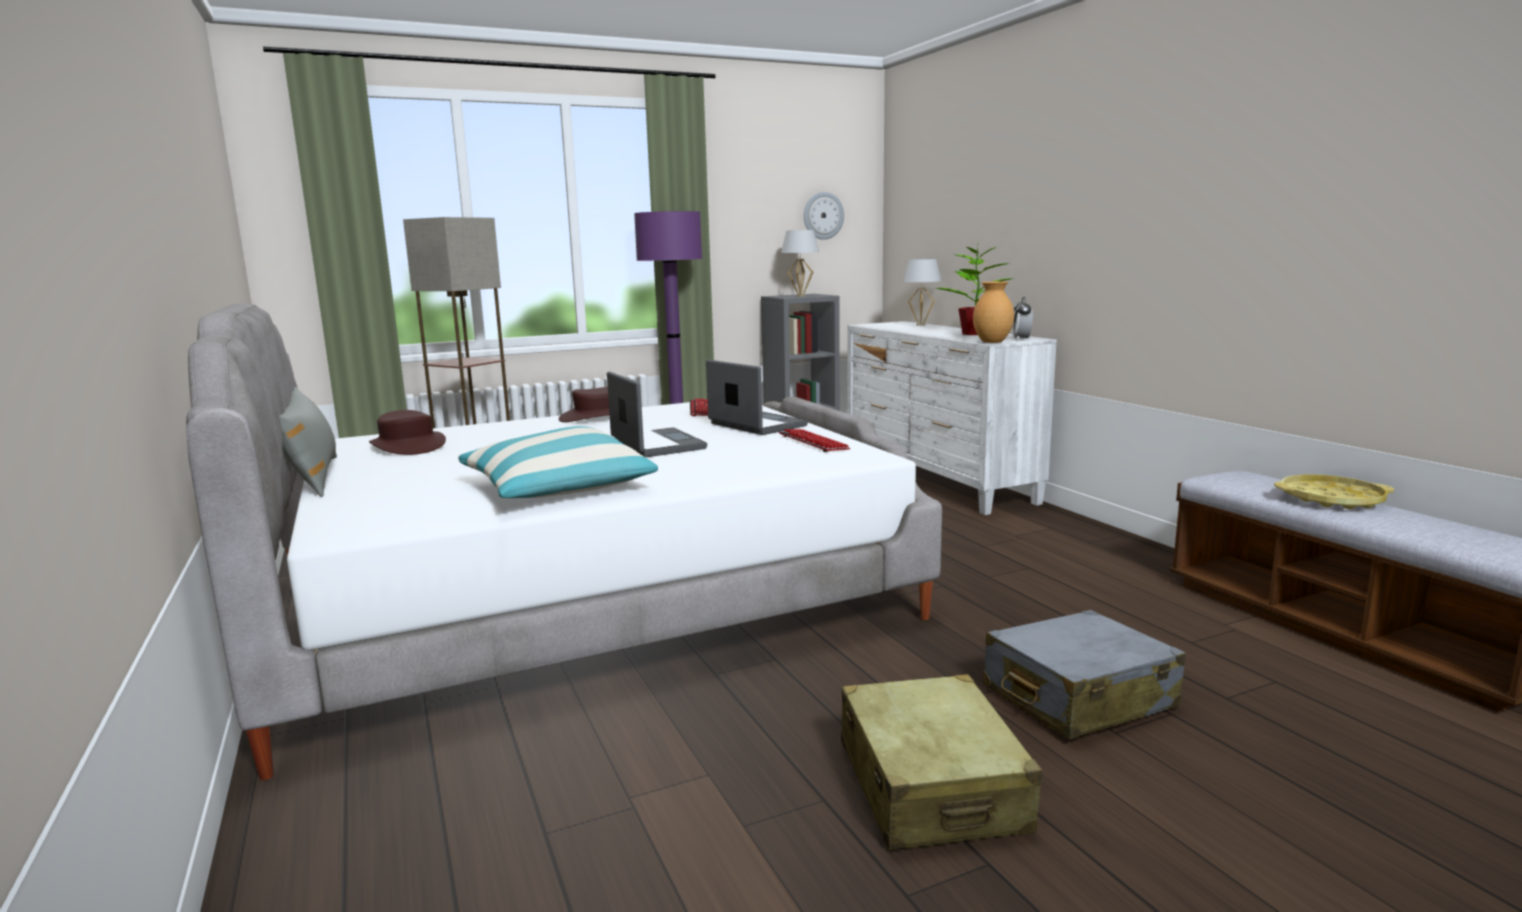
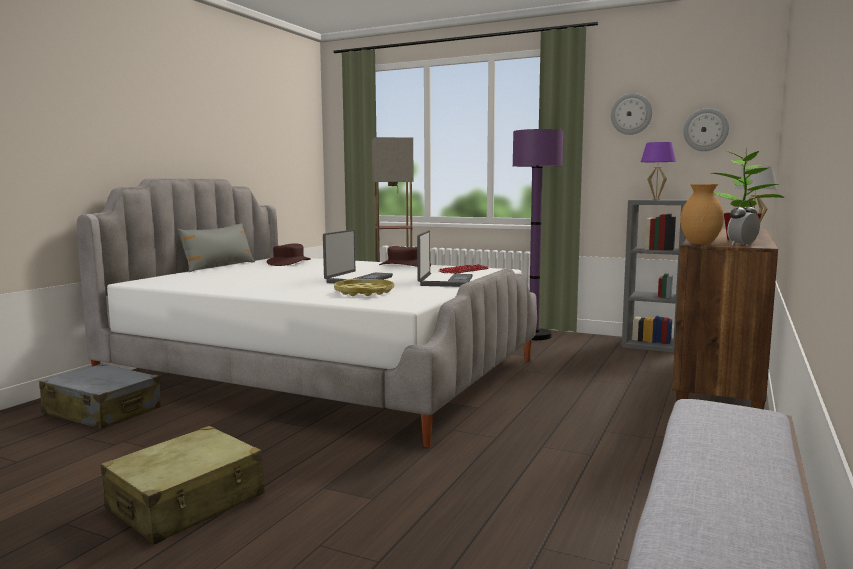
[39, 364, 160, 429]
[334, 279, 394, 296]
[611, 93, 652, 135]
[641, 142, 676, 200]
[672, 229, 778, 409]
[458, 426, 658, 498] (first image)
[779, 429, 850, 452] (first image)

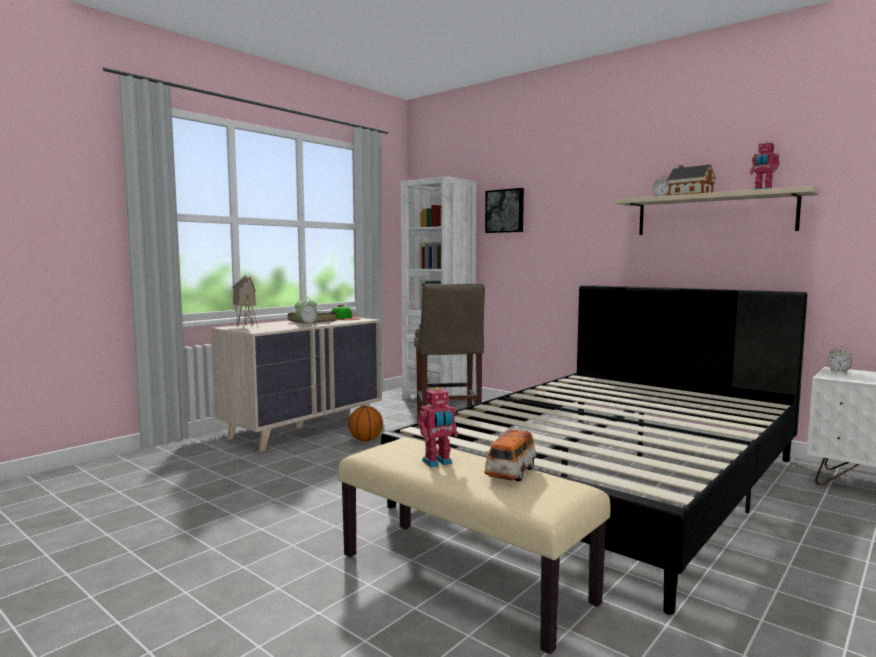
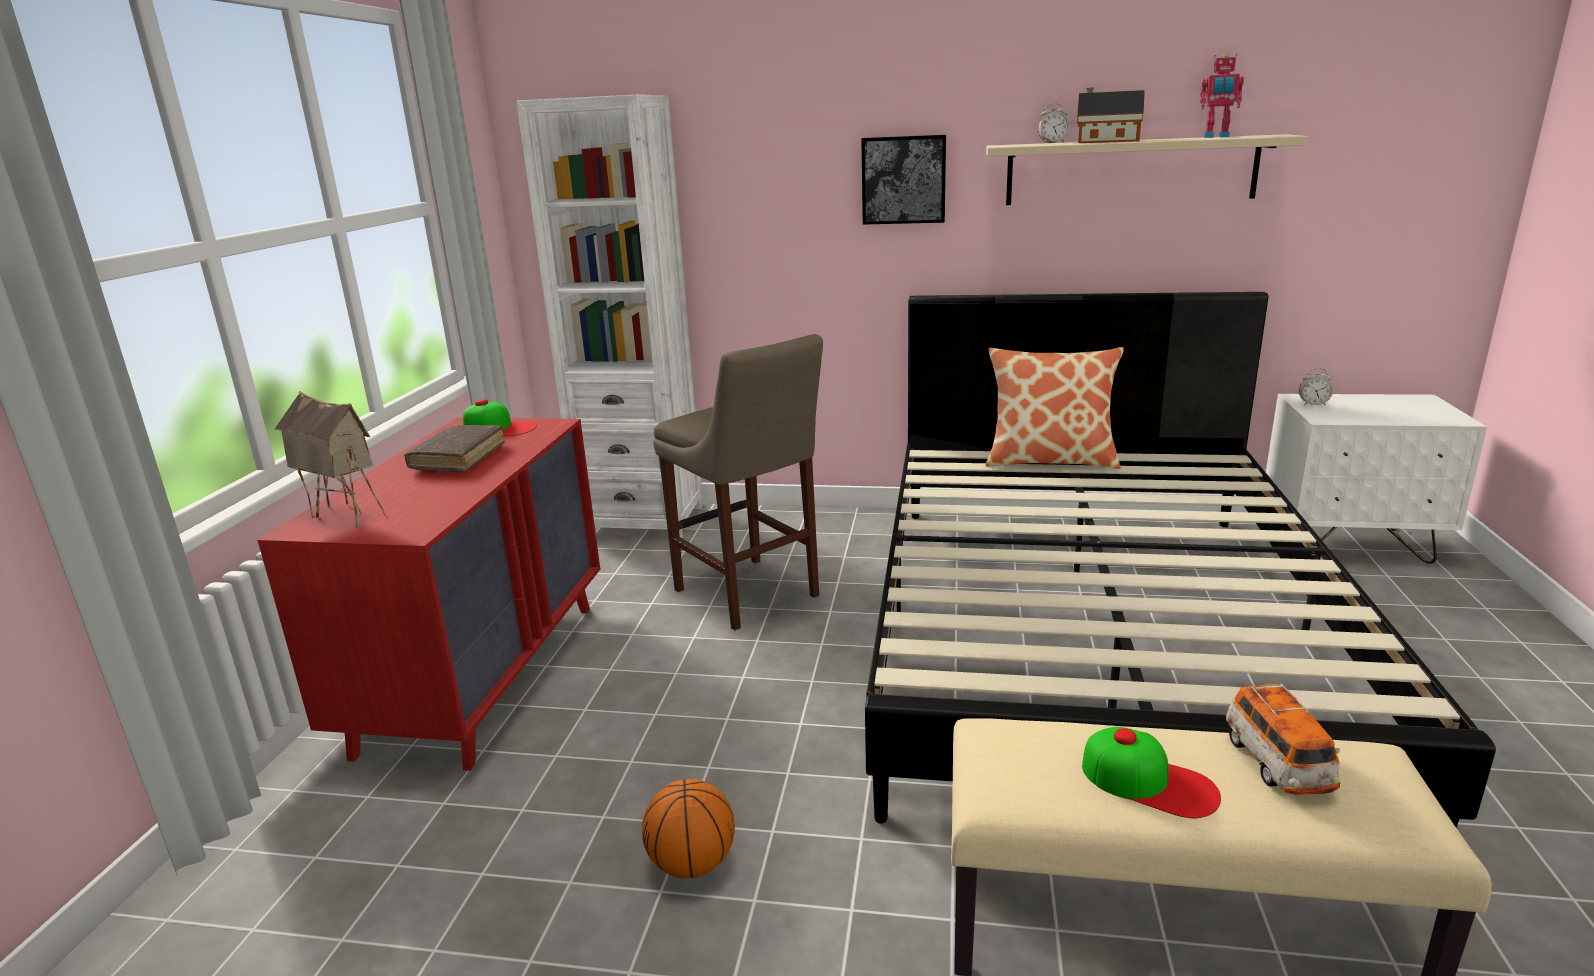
[257, 417, 600, 771]
[642, 779, 735, 879]
[861, 135, 946, 225]
[986, 347, 1124, 469]
[1082, 727, 1221, 818]
[295, 299, 318, 327] (first image)

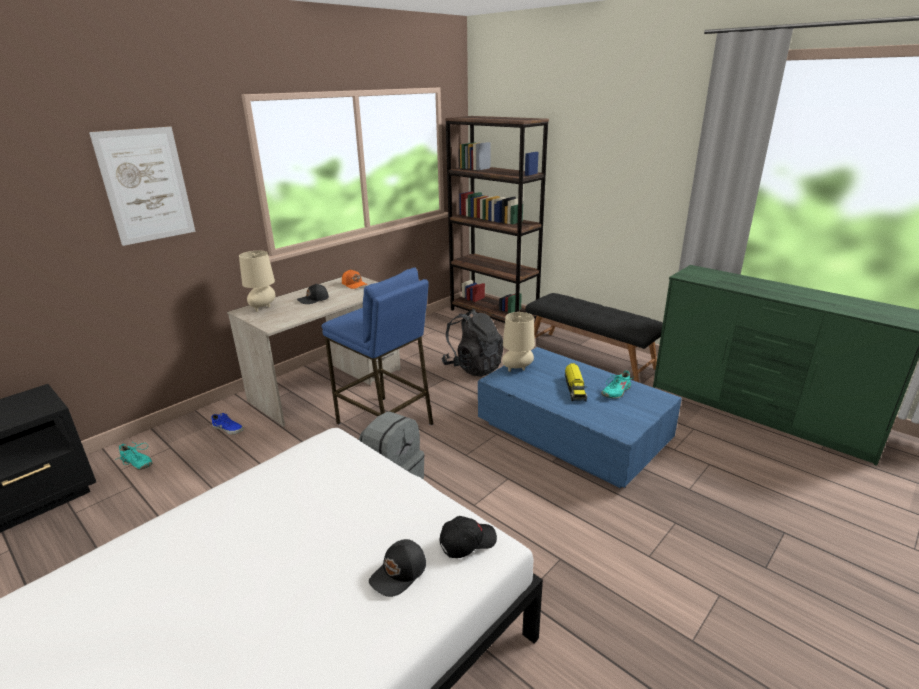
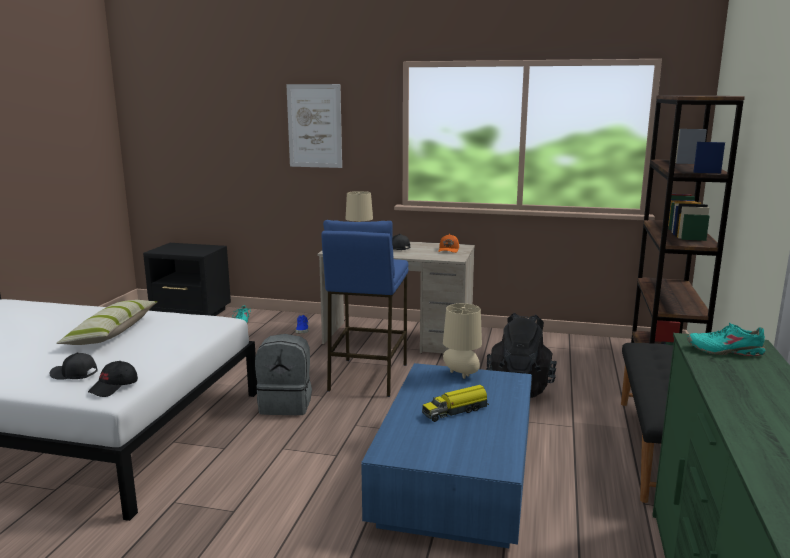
[56, 300, 158, 345]
[88, 361, 138, 397]
[687, 323, 766, 356]

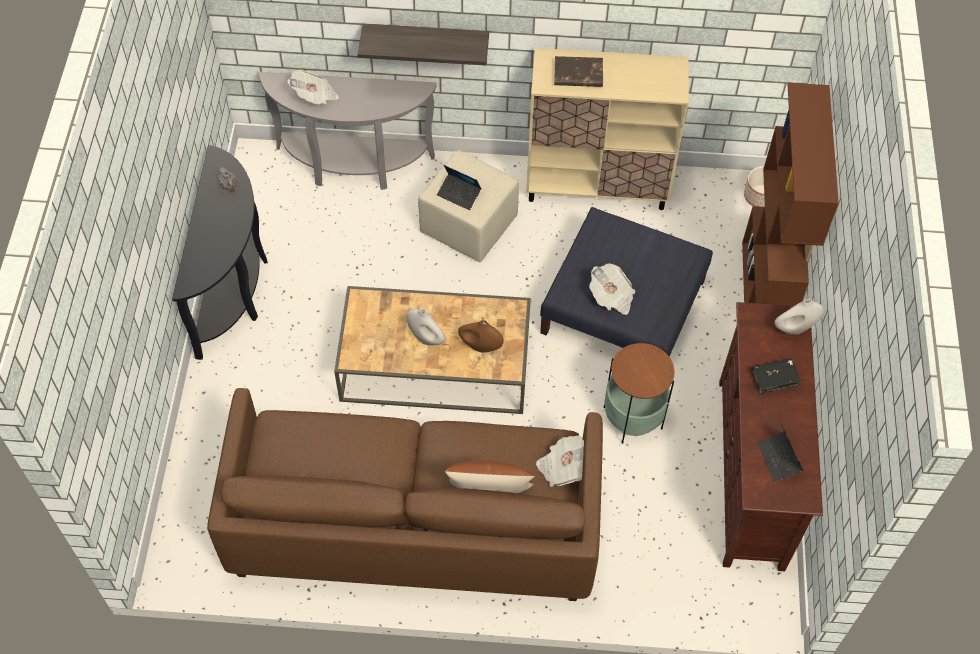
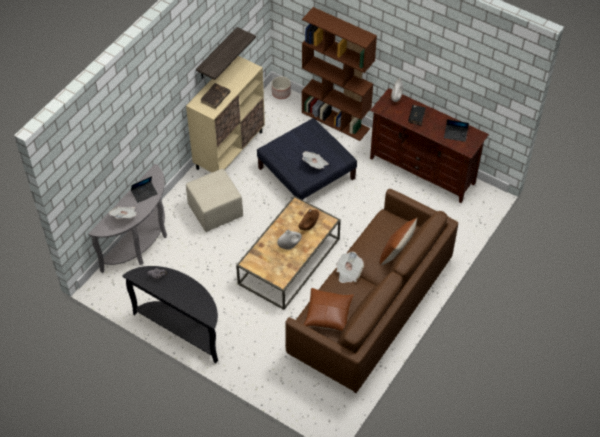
[131, 176, 158, 203]
[196, 27, 256, 80]
[303, 288, 354, 332]
[336, 252, 364, 283]
[604, 343, 675, 444] (first image)

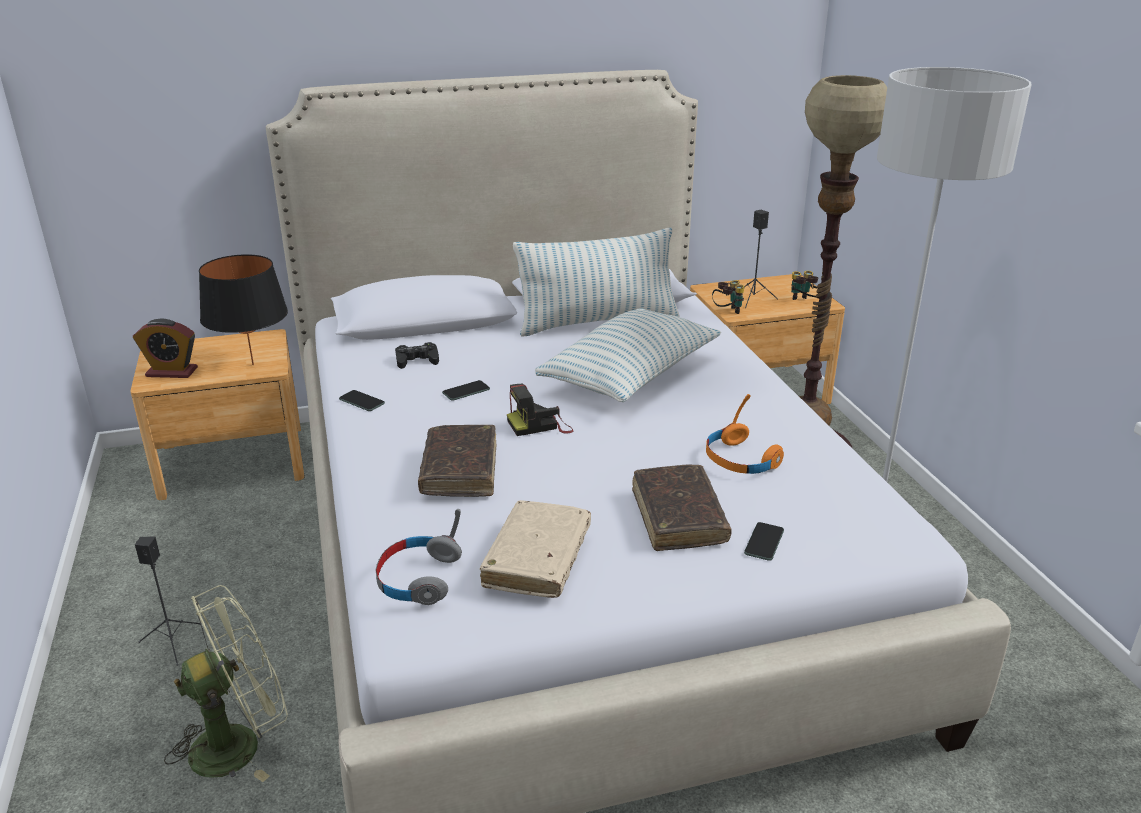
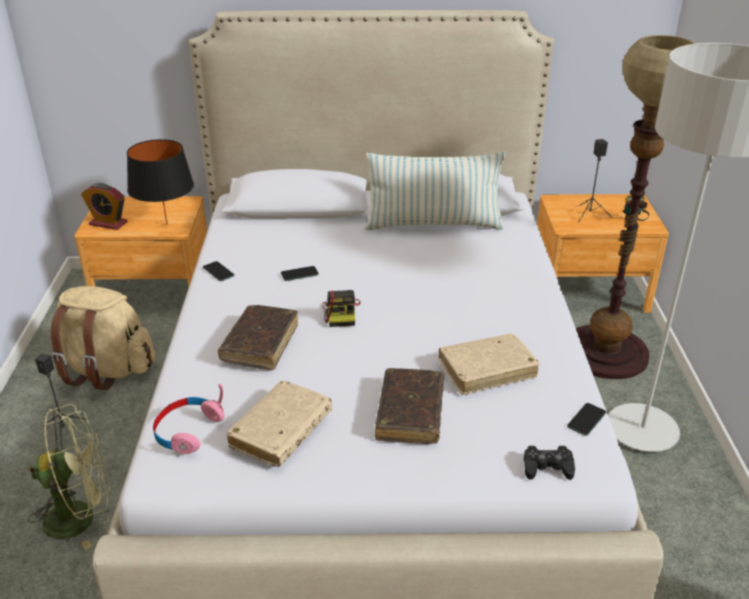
[51, 286, 155, 390]
[153, 384, 225, 454]
[322, 290, 361, 327]
[439, 334, 540, 395]
[524, 446, 575, 480]
[567, 403, 606, 436]
[535, 308, 721, 402] (first image)
[712, 280, 744, 314] (first image)

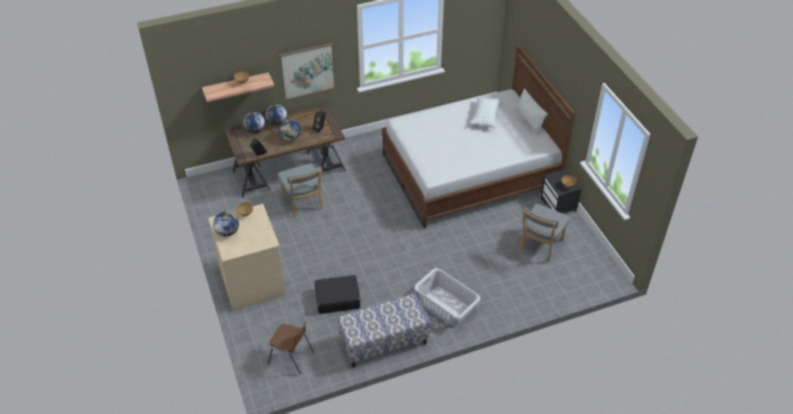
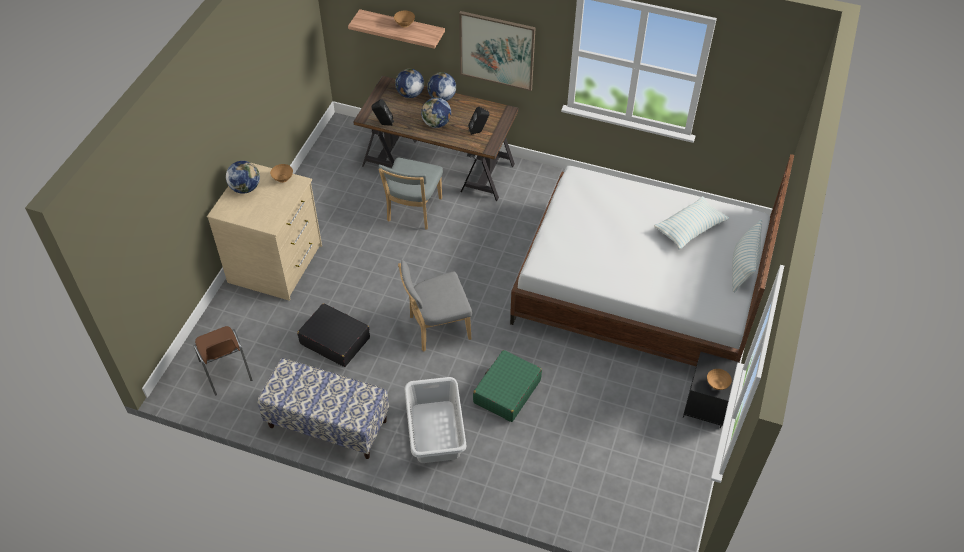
[398, 260, 472, 352]
[473, 350, 542, 422]

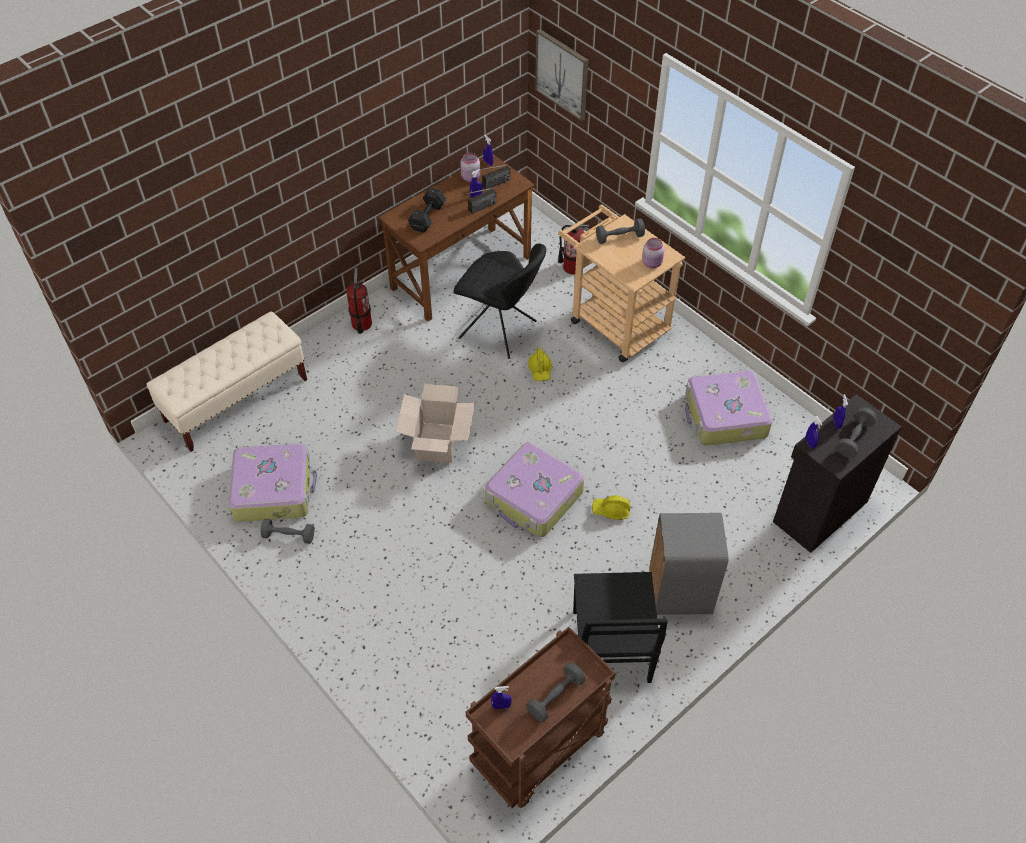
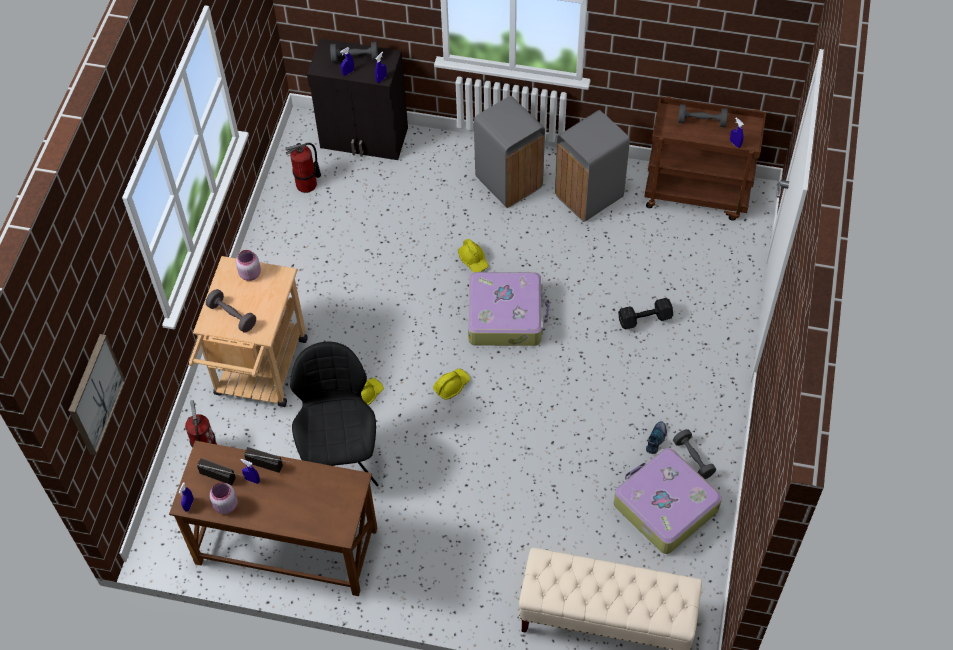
[285, 143, 321, 193]
[433, 368, 470, 400]
[555, 110, 630, 222]
[618, 298, 673, 330]
[646, 421, 667, 454]
[396, 384, 475, 463] (first image)
[685, 370, 773, 446] (first image)

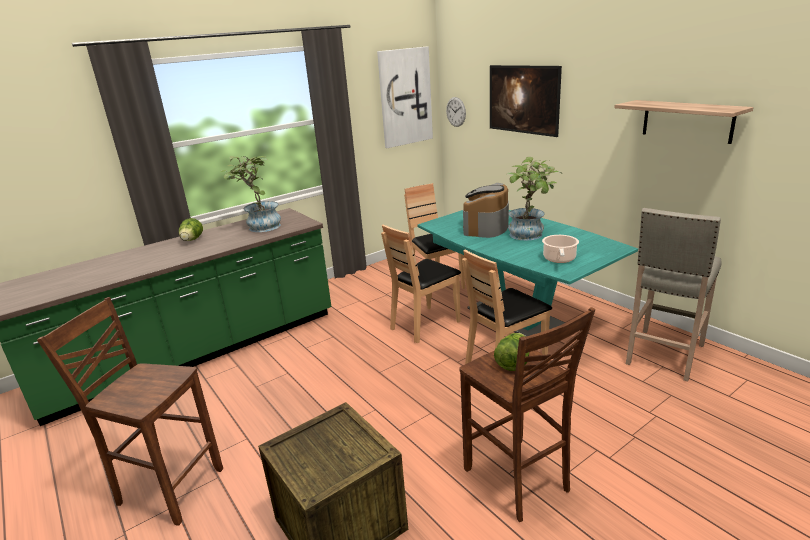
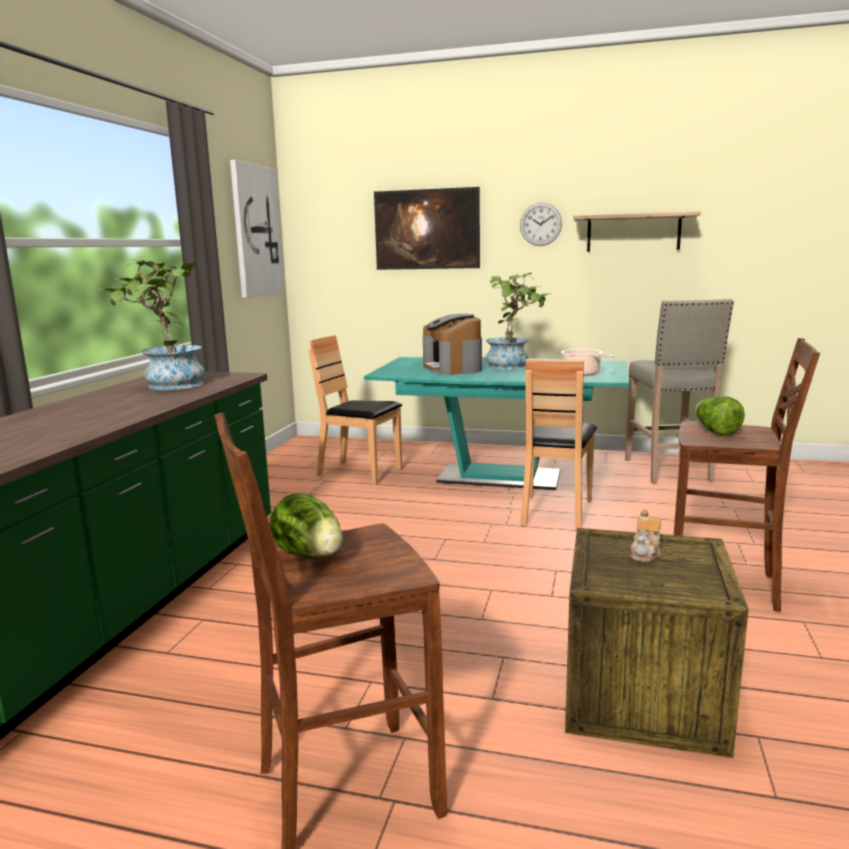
[269, 493, 343, 557]
[520, 203, 562, 246]
[630, 509, 662, 562]
[381, 224, 461, 343] (first image)

